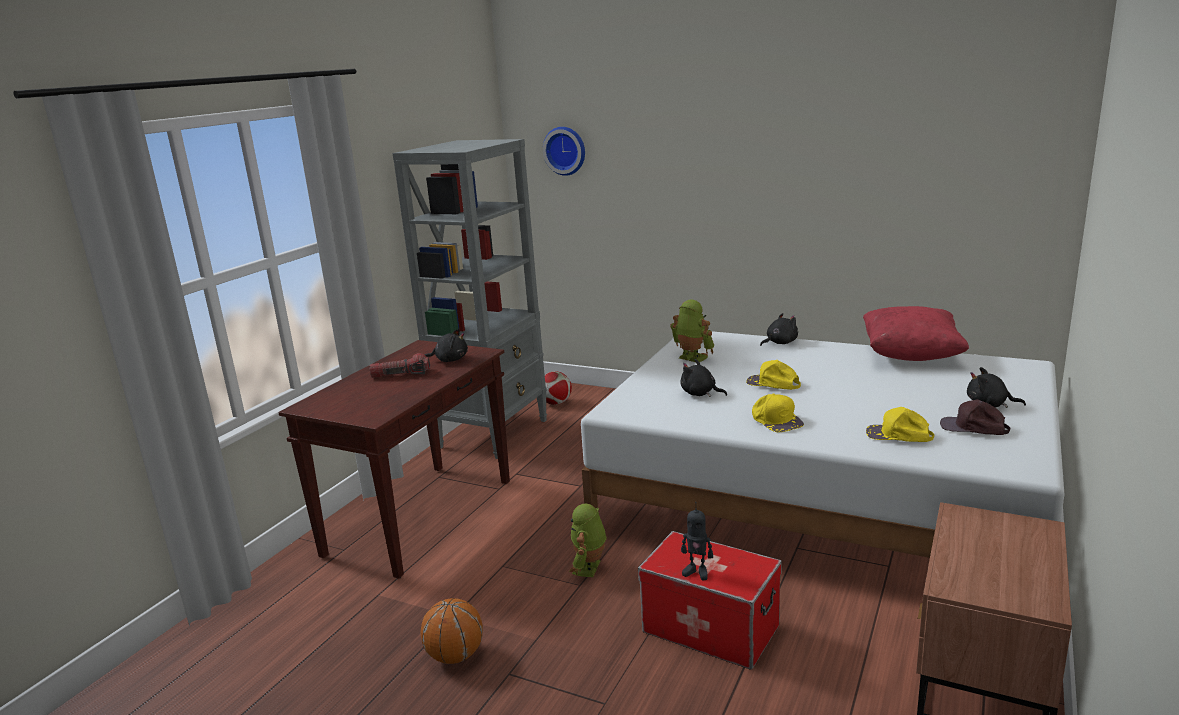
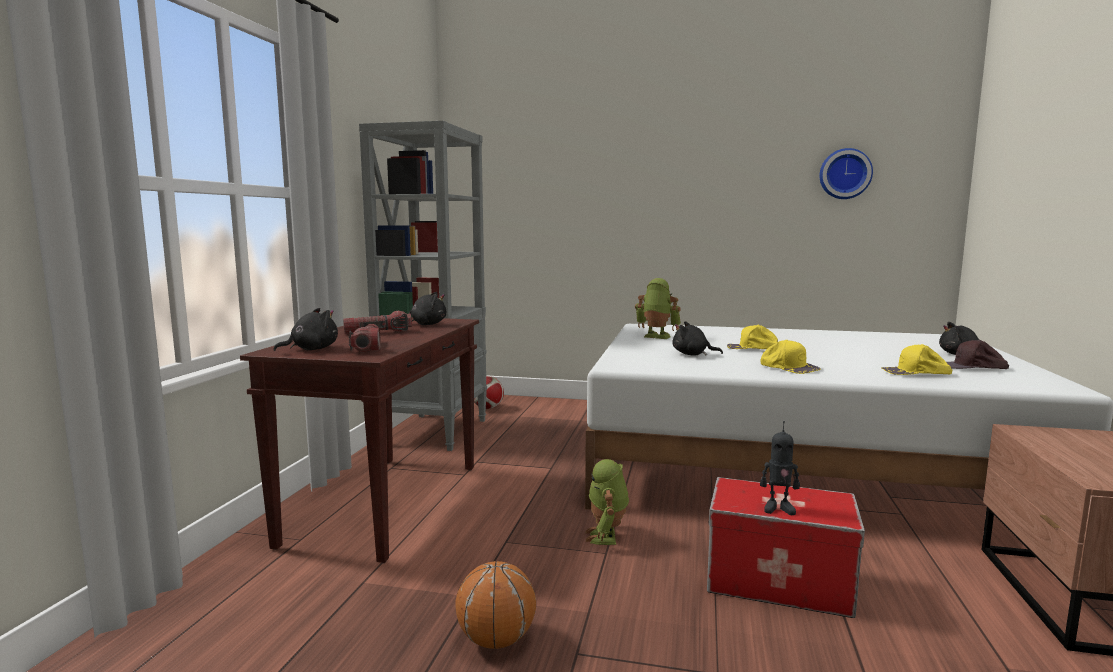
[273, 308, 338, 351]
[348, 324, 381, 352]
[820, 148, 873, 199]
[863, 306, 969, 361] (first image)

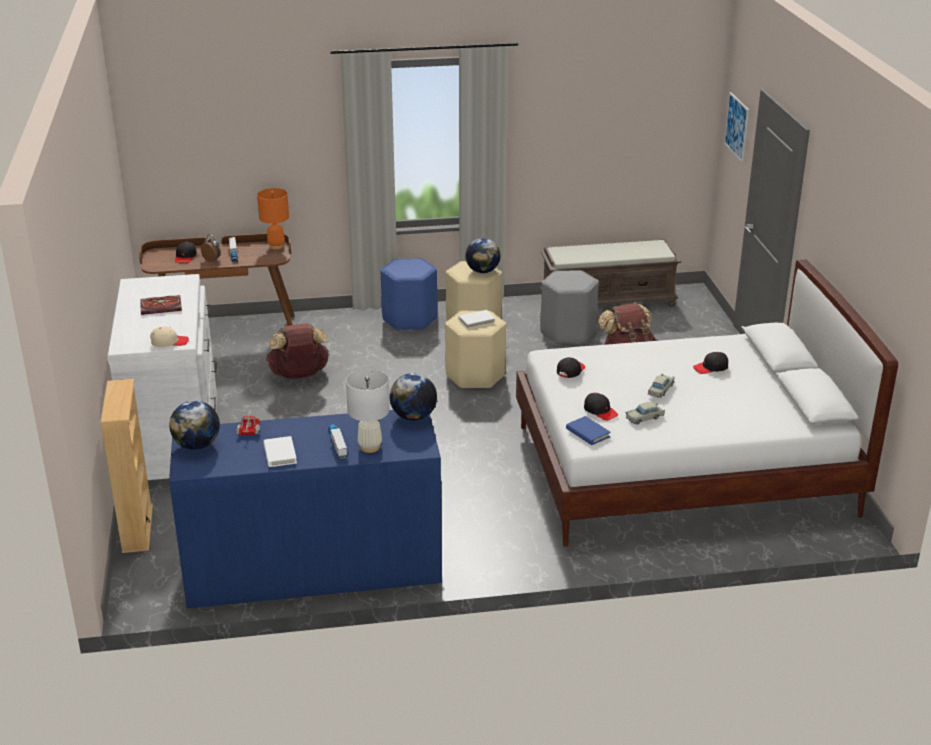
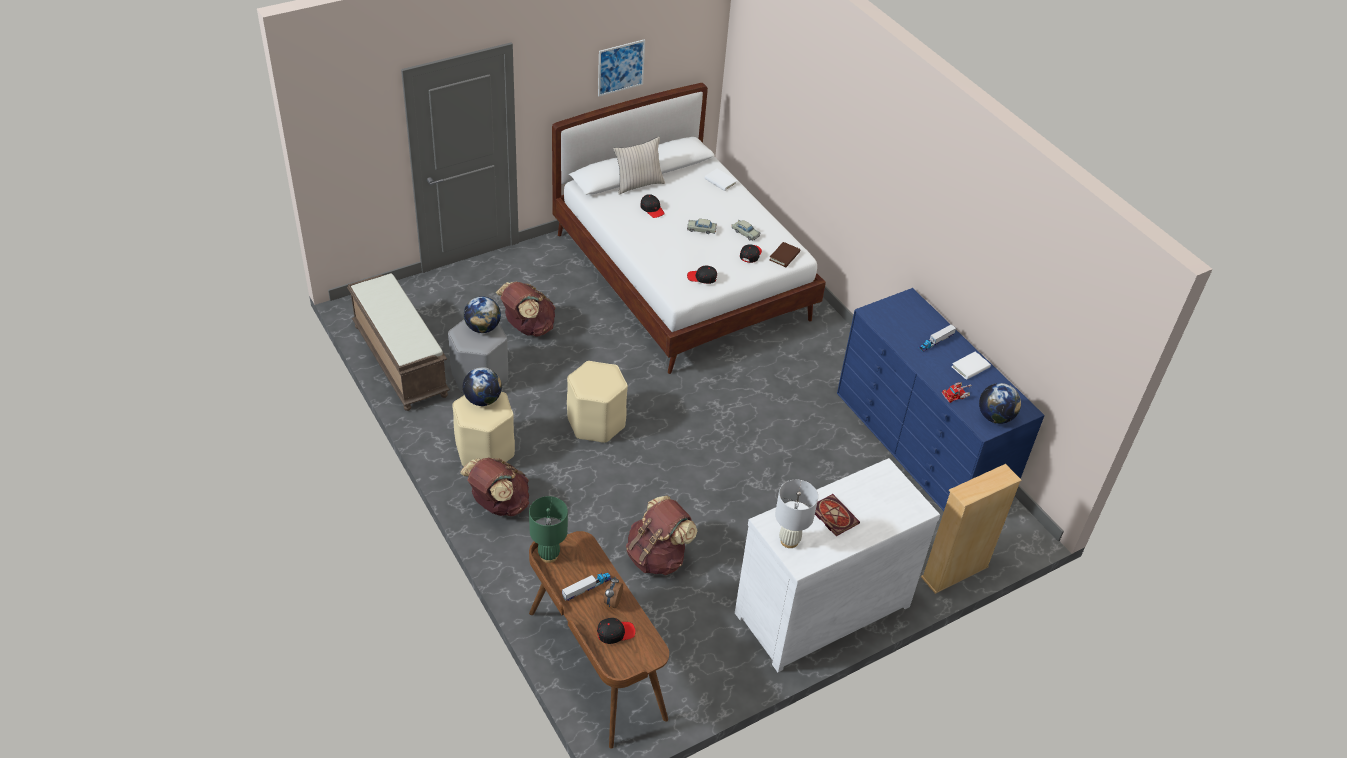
[460, 458, 529, 516]
[464, 296, 501, 333]
[529, 496, 568, 563]
[598, 39, 645, 97]
[613, 137, 665, 195]
[705, 169, 737, 191]
[769, 242, 800, 267]
[775, 480, 818, 548]
[150, 327, 189, 347] (first image)

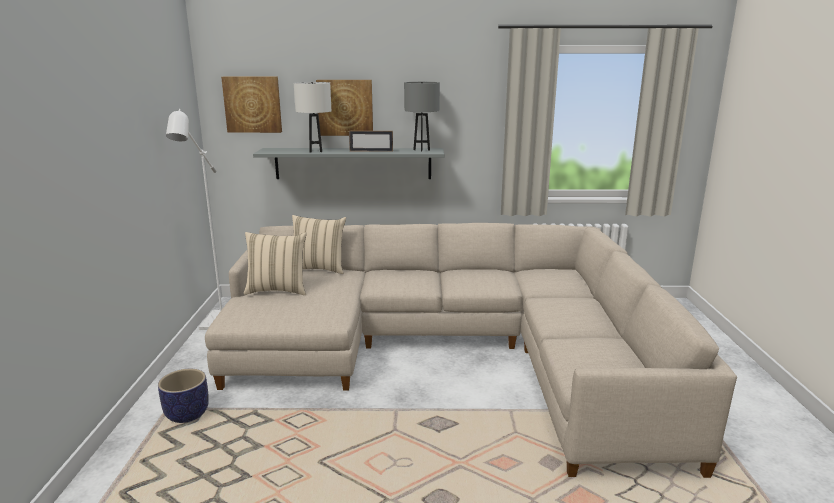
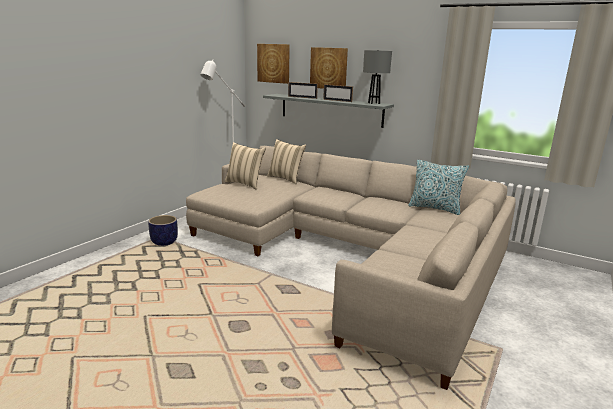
[288, 82, 318, 99]
[408, 160, 469, 215]

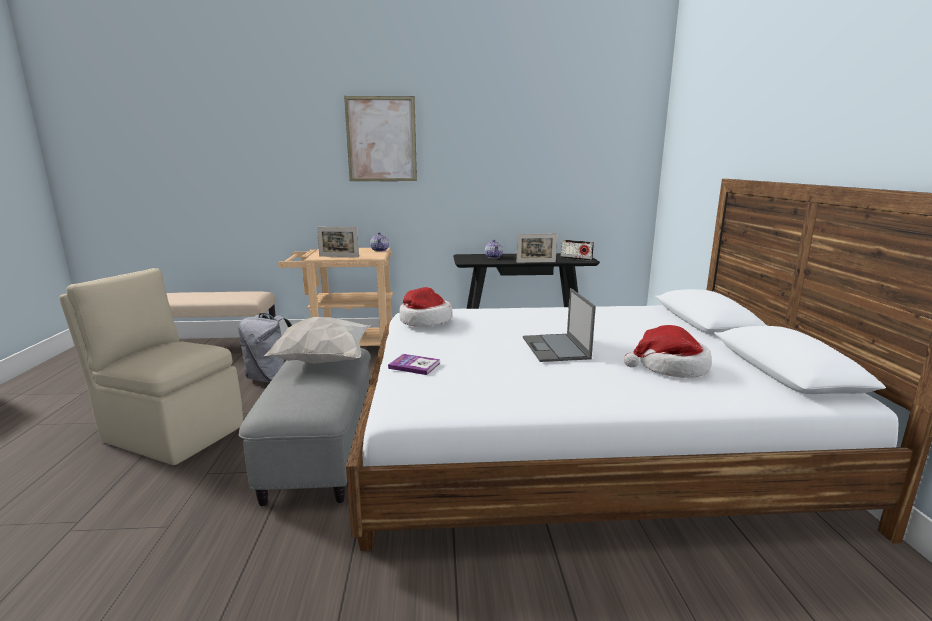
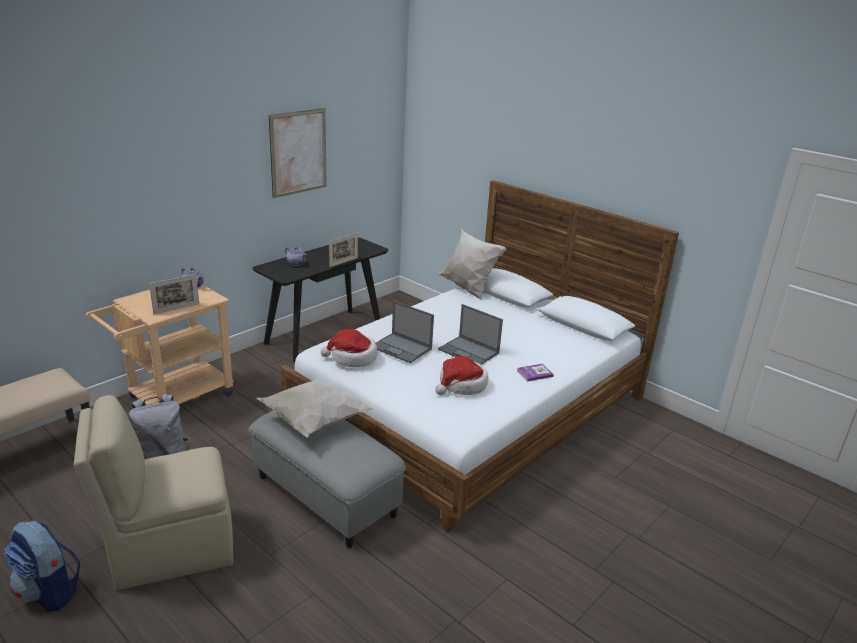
[4, 520, 80, 612]
[269, 108, 327, 198]
[376, 301, 434, 363]
[435, 356, 488, 395]
[438, 228, 507, 300]
[517, 364, 554, 381]
[561, 240, 594, 261] (first image)

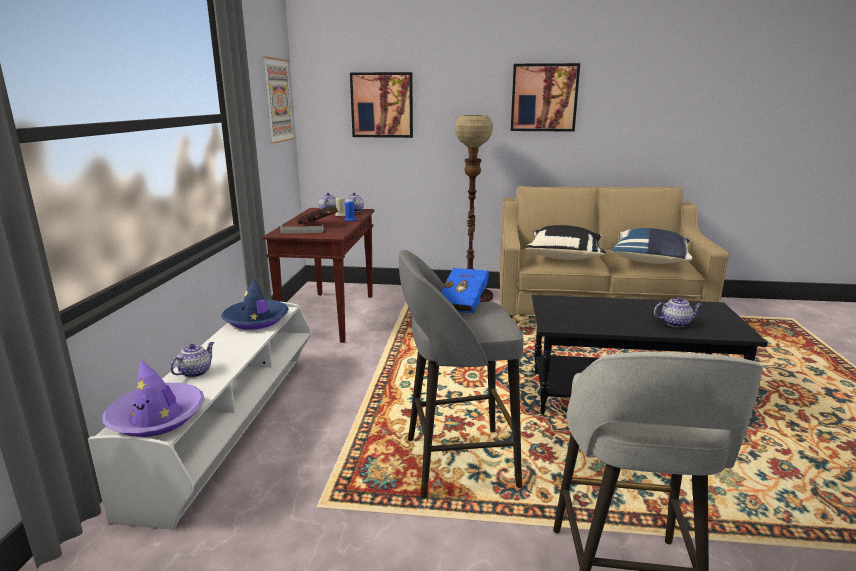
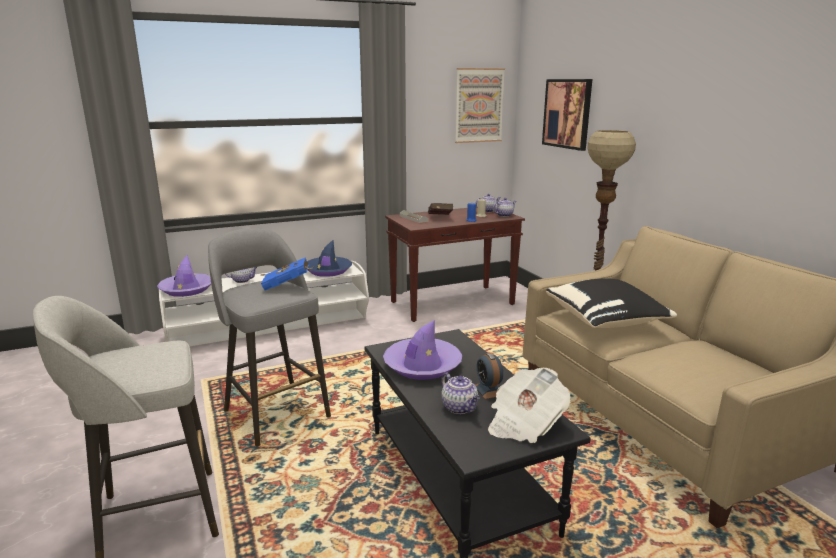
[383, 320, 462, 380]
[475, 353, 503, 399]
[488, 368, 570, 443]
[511, 63, 580, 132] (first image)
[611, 228, 693, 264] (first image)

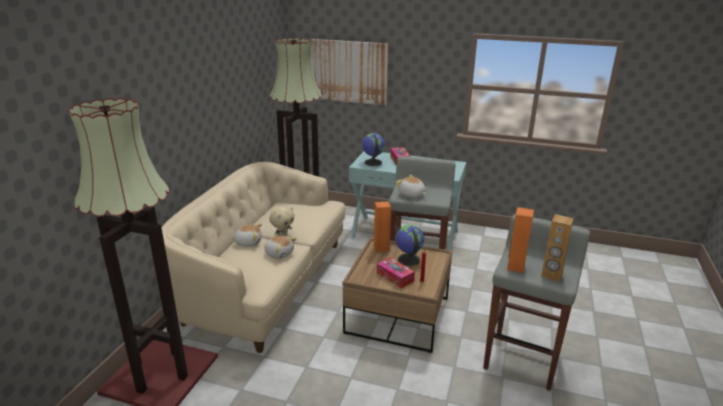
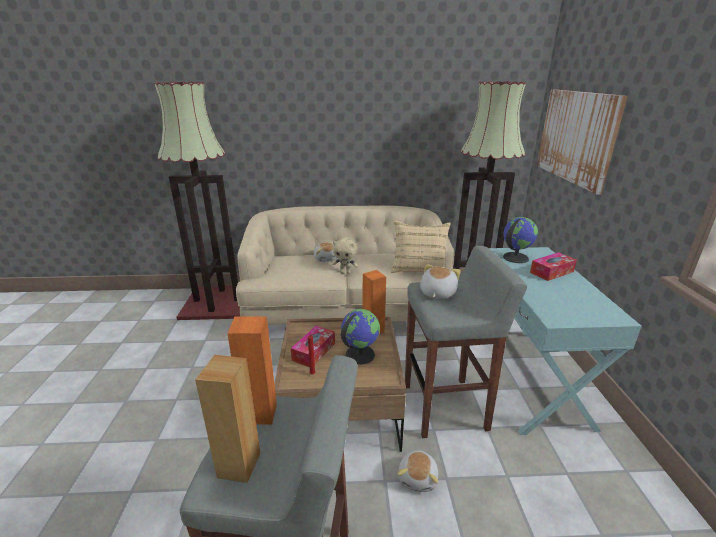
[391, 220, 451, 273]
[397, 450, 438, 492]

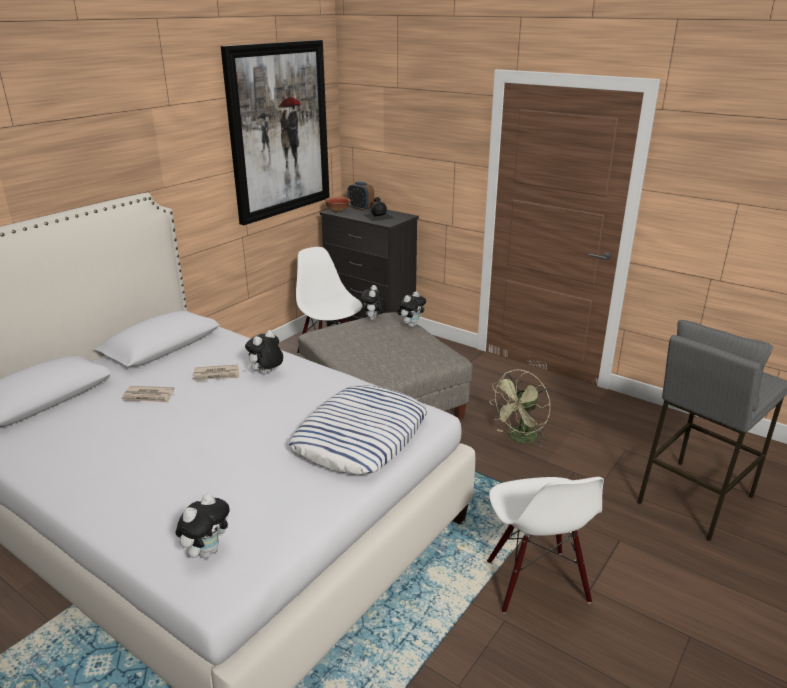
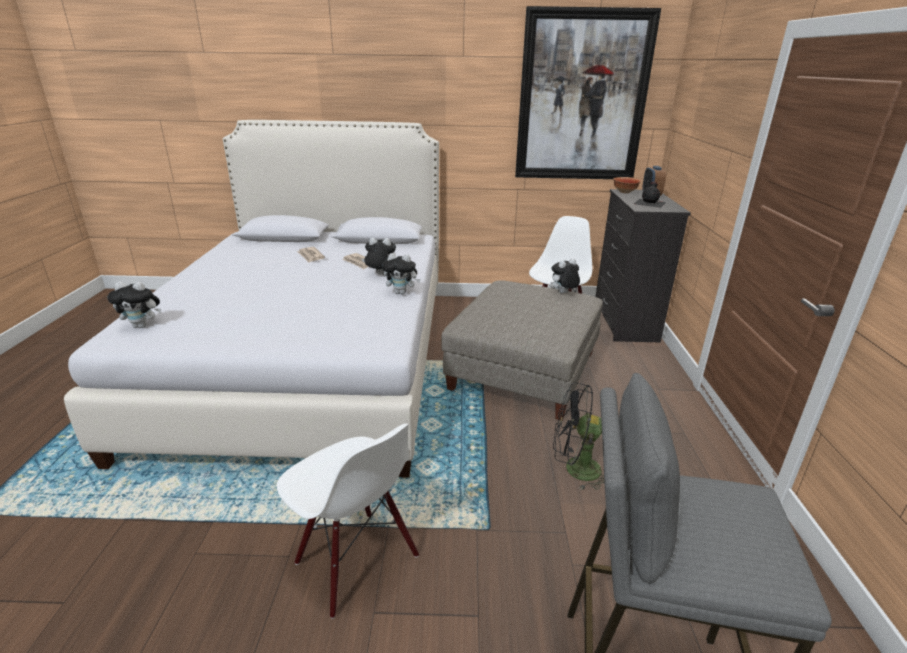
[276, 424, 419, 619]
[382, 253, 421, 295]
[553, 382, 604, 490]
[289, 385, 428, 475] (first image)

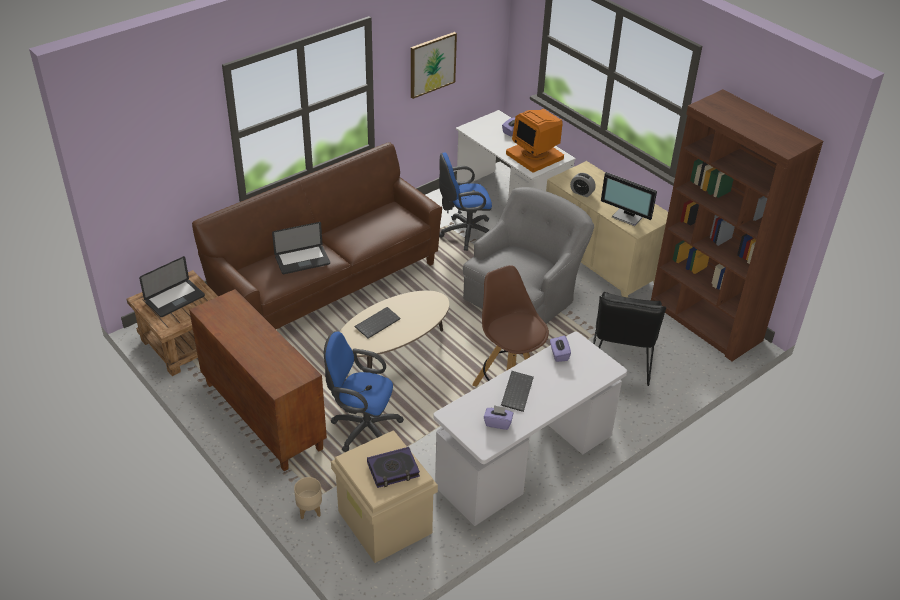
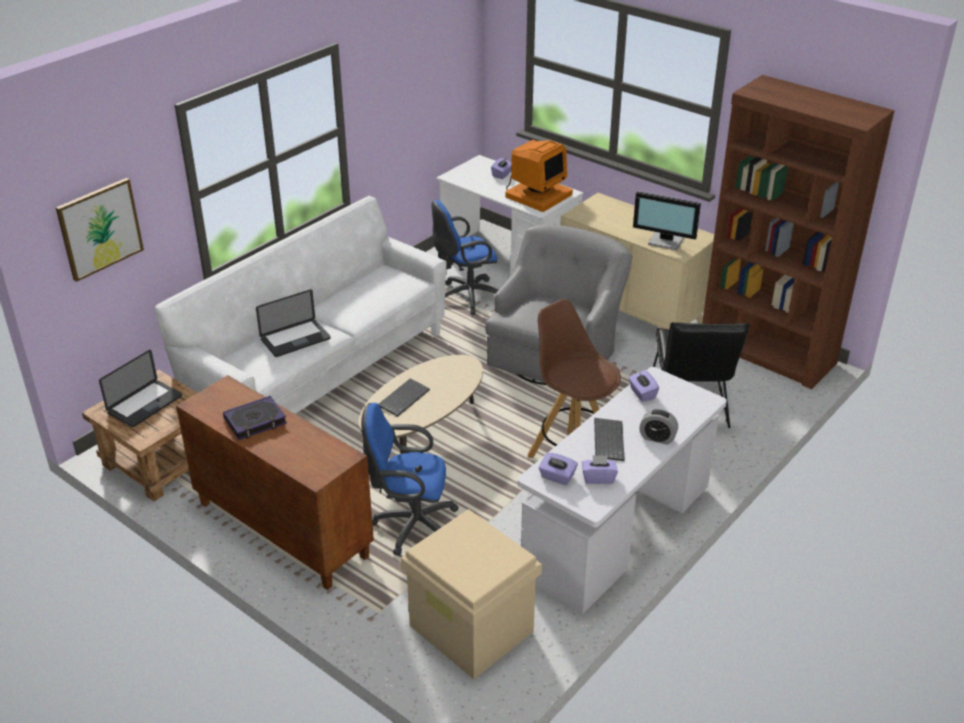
[56, 178, 144, 282]
[155, 196, 447, 414]
[223, 396, 287, 440]
[505, 140, 573, 212]
[539, 453, 578, 485]
[639, 409, 678, 445]
[294, 477, 322, 519] (first image)

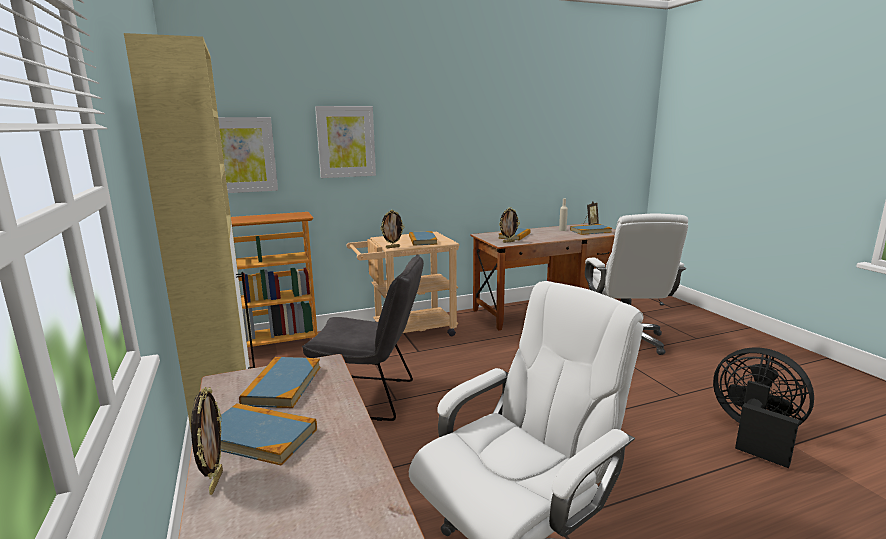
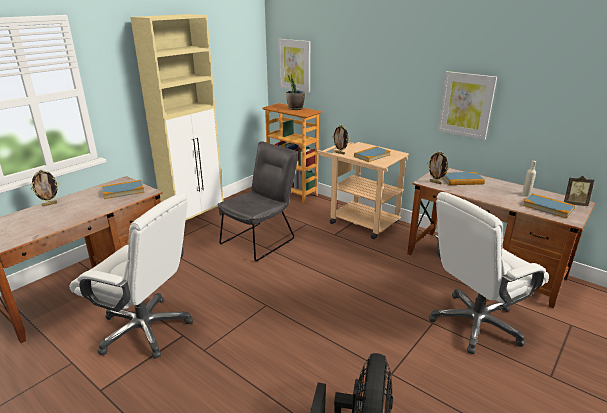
[217, 142, 298, 261]
[286, 74, 305, 110]
[438, 71, 497, 140]
[220, 403, 317, 466] (first image)

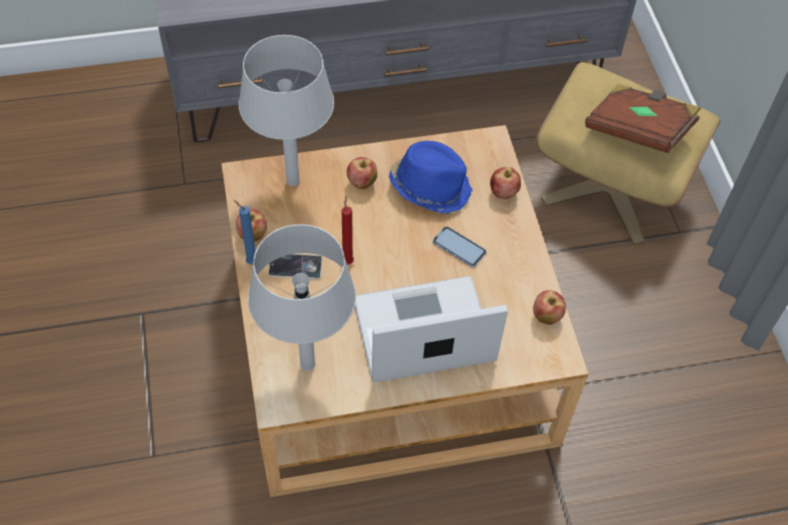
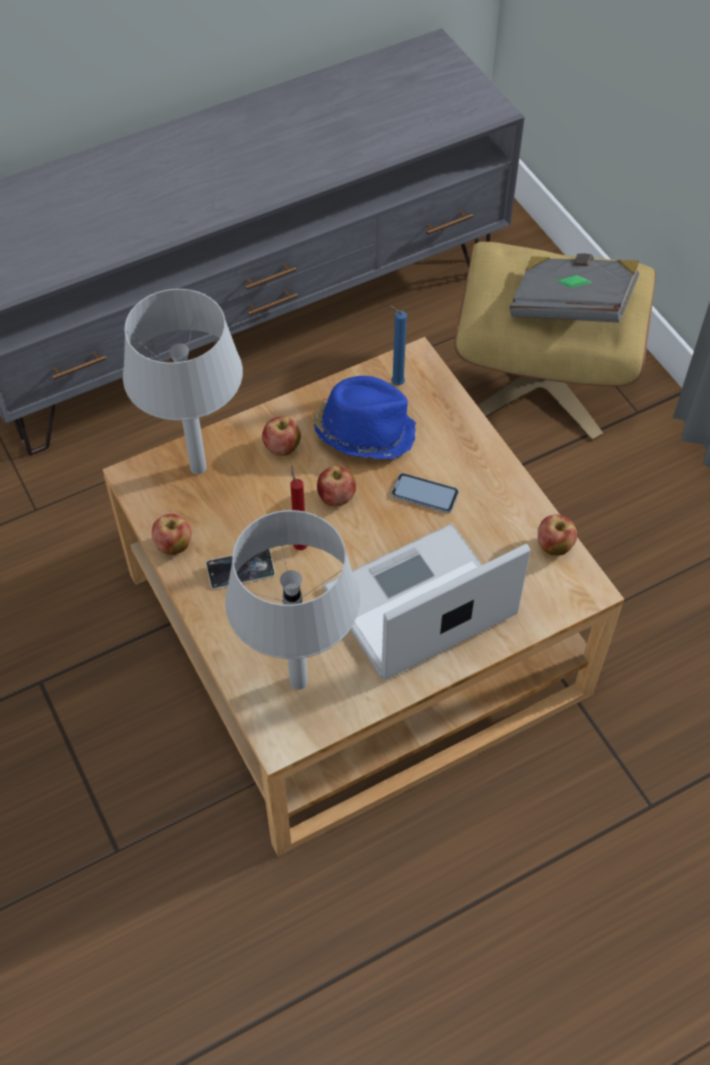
[317, 466, 356, 506]
[389, 305, 407, 385]
[510, 253, 639, 323]

